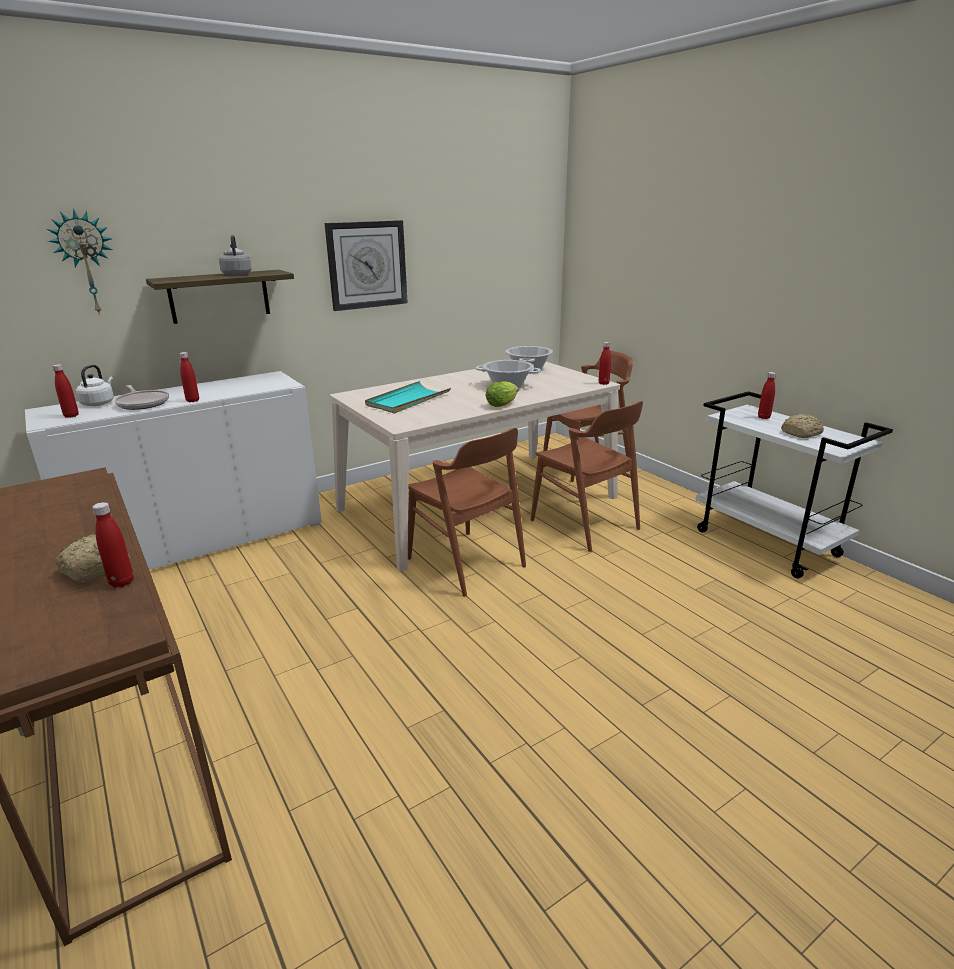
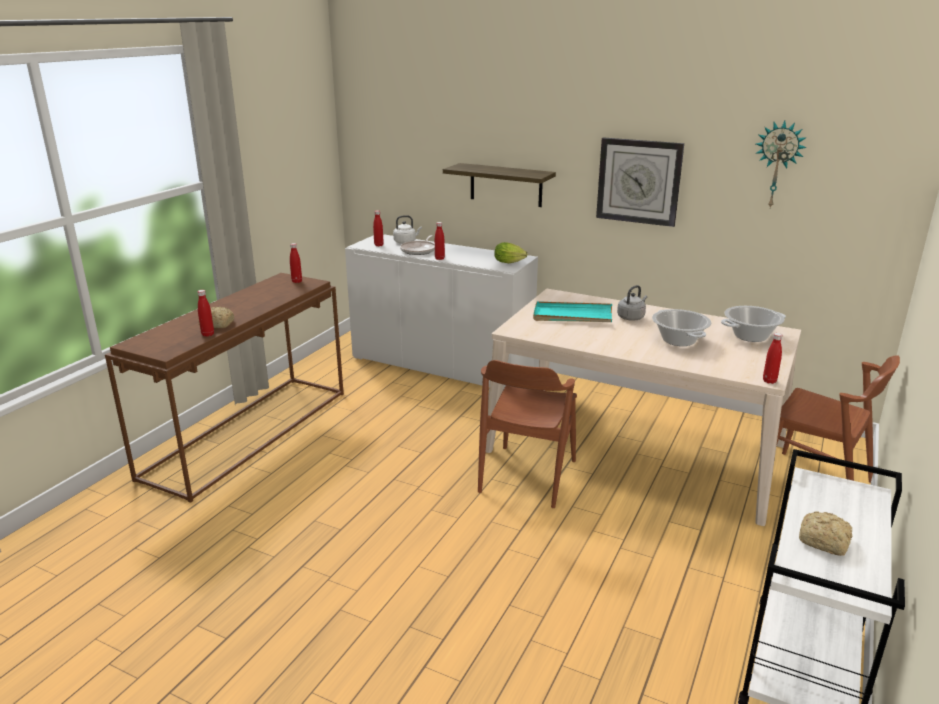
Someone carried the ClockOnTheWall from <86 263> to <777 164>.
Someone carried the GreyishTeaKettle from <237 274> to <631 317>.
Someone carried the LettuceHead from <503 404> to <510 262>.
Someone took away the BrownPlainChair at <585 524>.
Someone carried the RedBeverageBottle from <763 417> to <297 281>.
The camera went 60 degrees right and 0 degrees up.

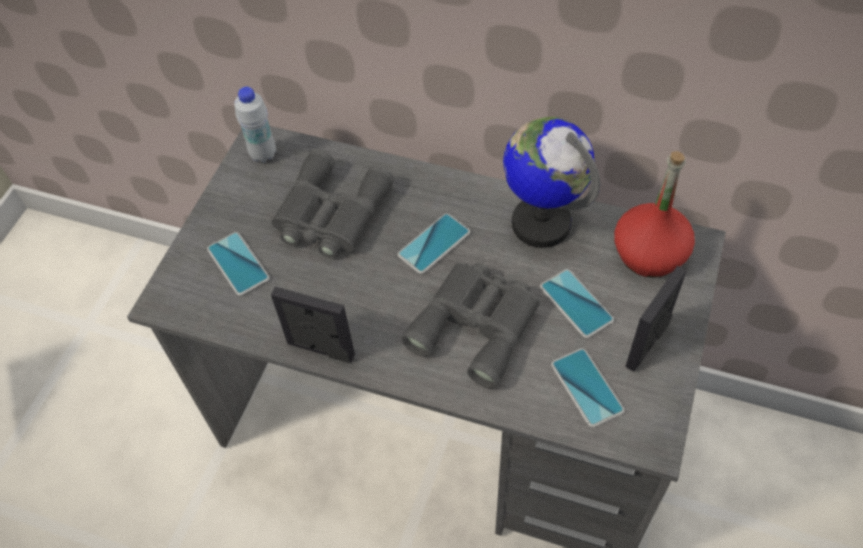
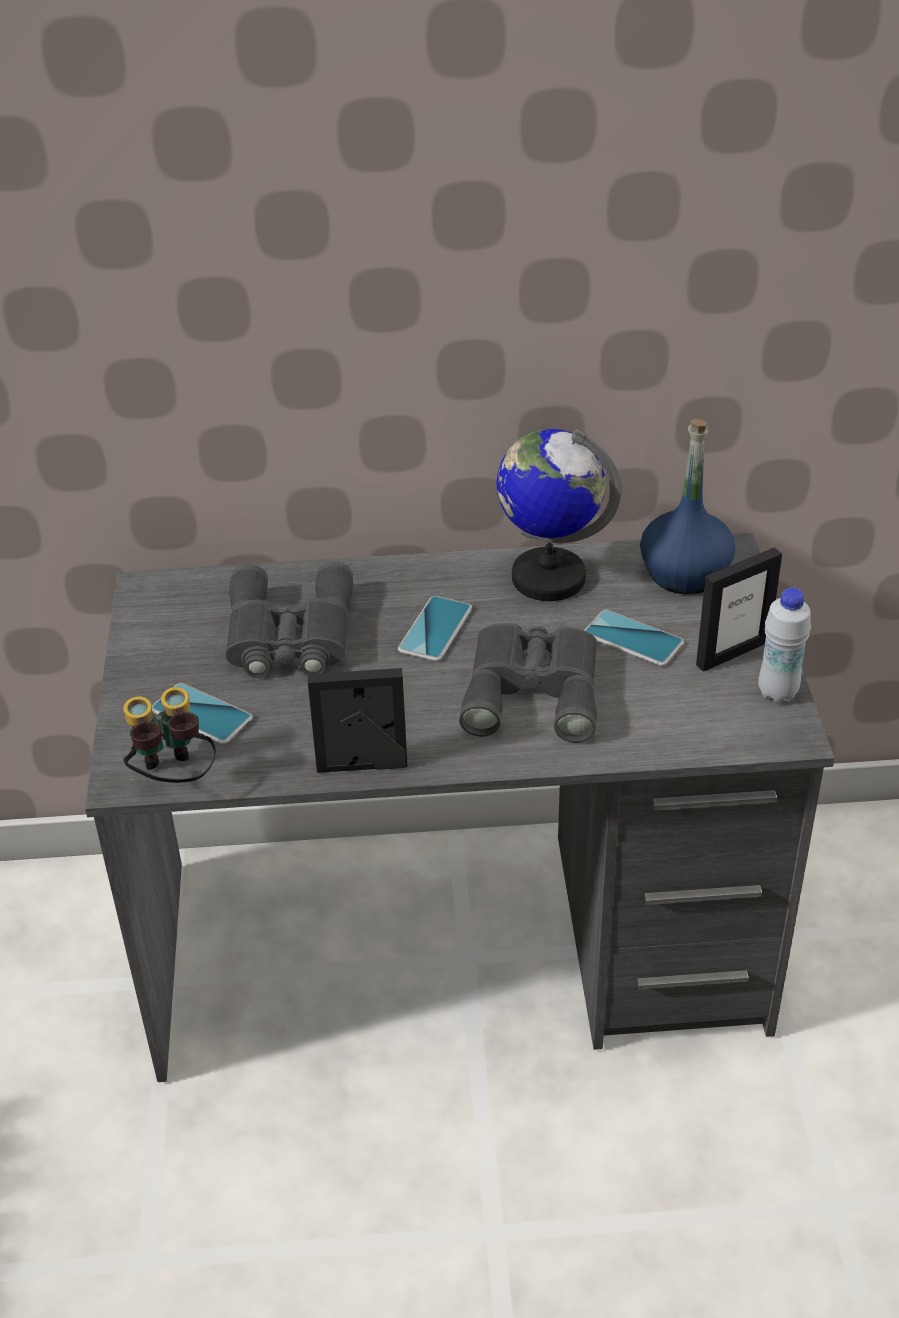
Someone carried the WhiteBeverageBottle from <263 154> to <777 693>.
Someone took away the Phone at <586 387>.
Someone repainted the RedBeverageBottle at <649 254>, which became the BlueColouredBeverageBottle at <685 573>.
Someone rotated the PhotoFrame at <647 344> by 135 degrees counterclockwise.
Someone put down the FieldGlasses at <173 779>.
The camera went 25 degrees left and 15 degrees down.

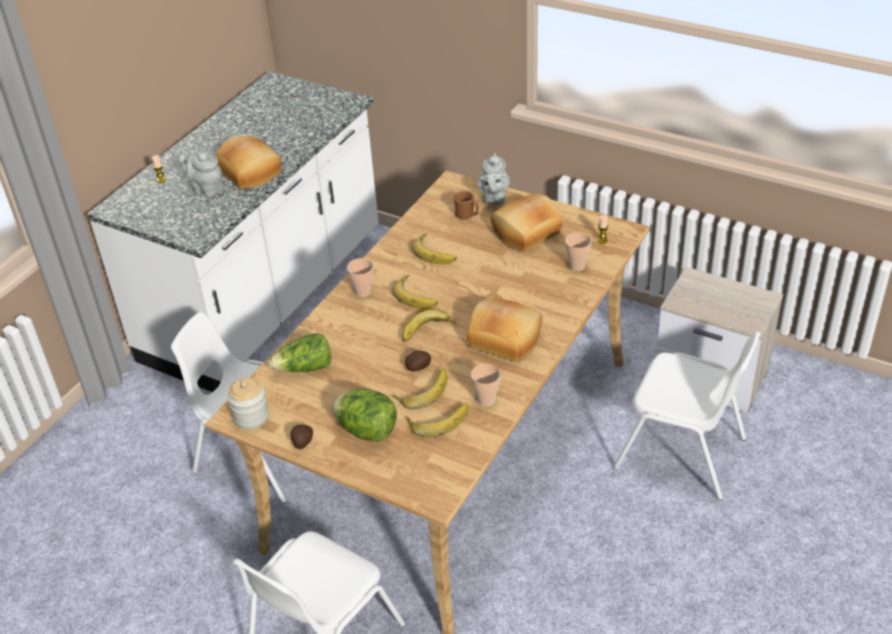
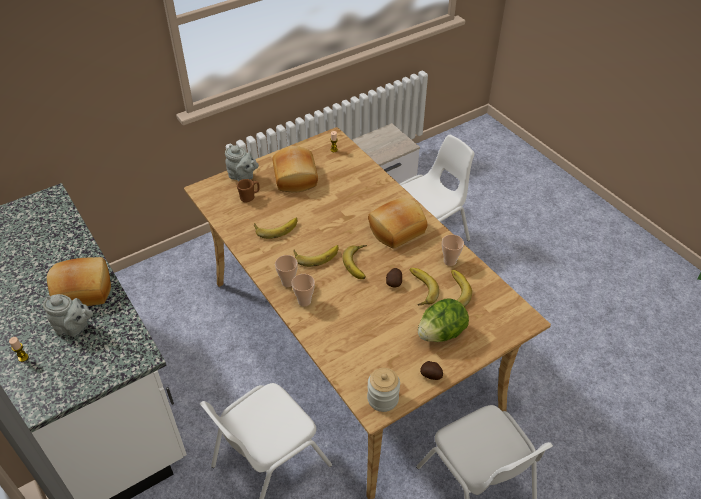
Someone rotated the GreyishTeaPot at <206 189> by 135 degrees counterclockwise.
Someone took away the LettuceHead at <305 368>.
Someone carried the Cup from <577 266> to <304 301>.
The camera went 65 degrees left and 5 degrees up.

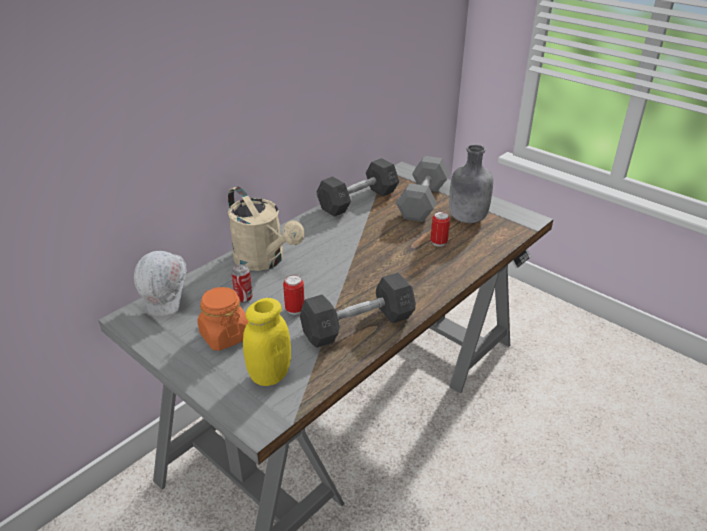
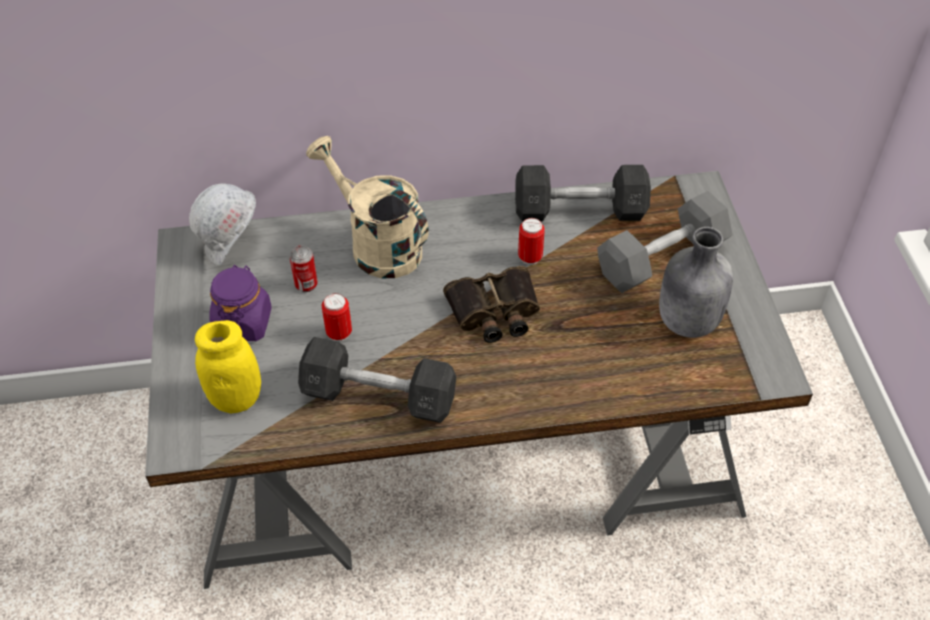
Someone repainted the OrangeColouredJar at <225 335>, which became the PurpleJar at <243 323>.
Someone rotated the BeigeWateringCan at <264 261> by 135 degrees clockwise.
Someone carried the Can from <438 242> to <530 257>.
Someone put down the FieldGlasses at <494 312>.
The camera went 40 degrees right and 15 degrees up.

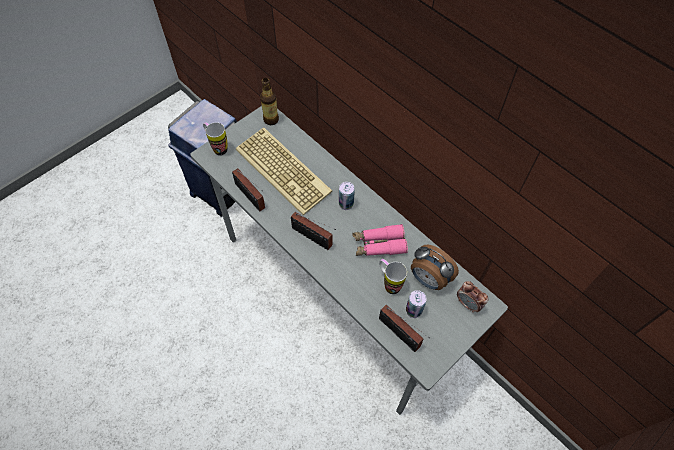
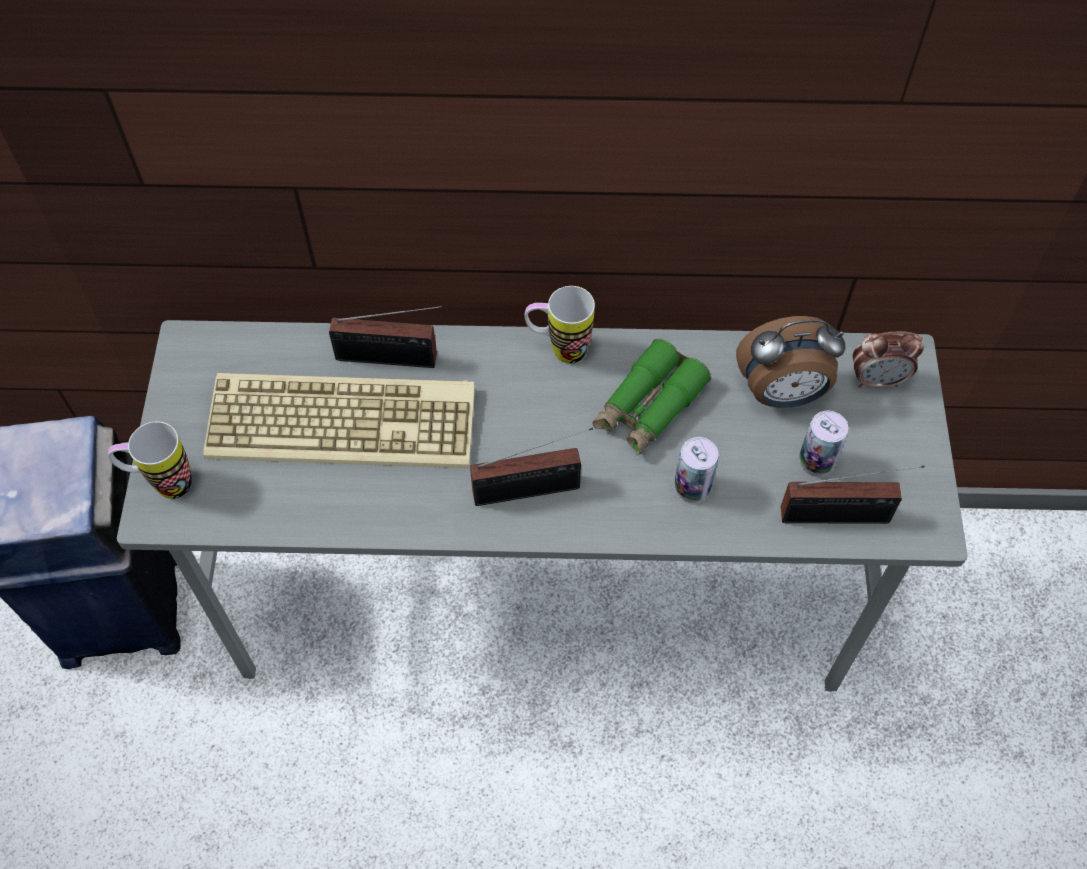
Someone carried the RadioSet from <251 198> to <392 359>.
Someone took away the BeverageBottle at <271 120>.
Someone carried the Can from <346 204> to <692 488>.
Someone repainted the PinkishFieldGlasses at <378 244>, which became the GreenishFieldGlasses at <648 407>.
Someone carried the CoffeeMug from <389 283> to <558 349>.
The camera went 45 degrees left and 0 degrees up.

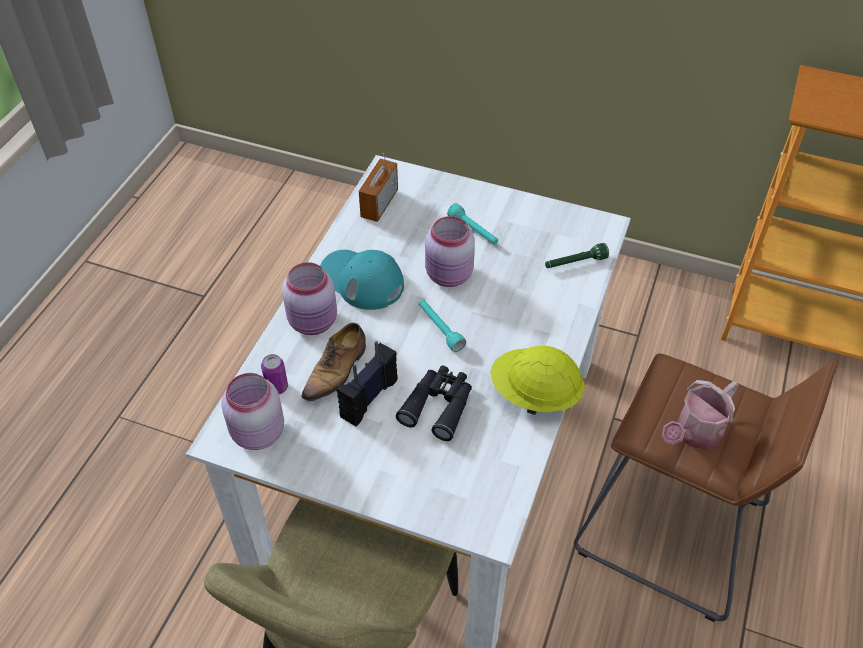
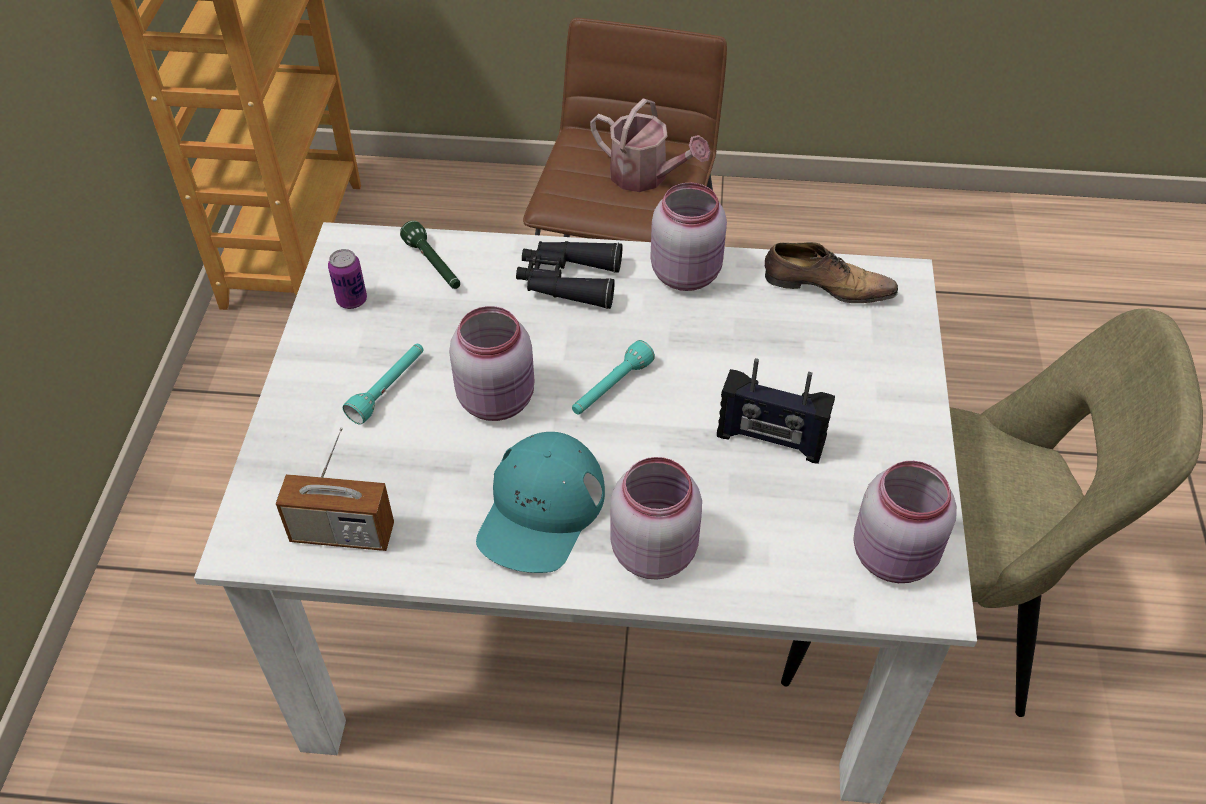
Someone carried the Can from <277 387> to <352 300>.
Someone carried the ItemOfFootwear from <336 370> to <825 286>.
Someone carried the BlackColouredFieldGlasses from <438 405> to <568 281>.
Someone swapped the YellowSafetyHelmet at <535 394> for the PinkishJar at <687 273>.
The camera went 105 degrees left and 0 degrees up.

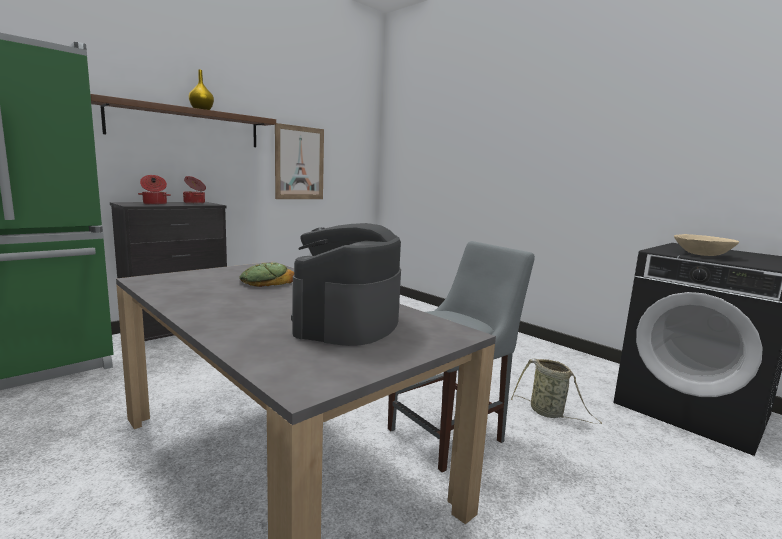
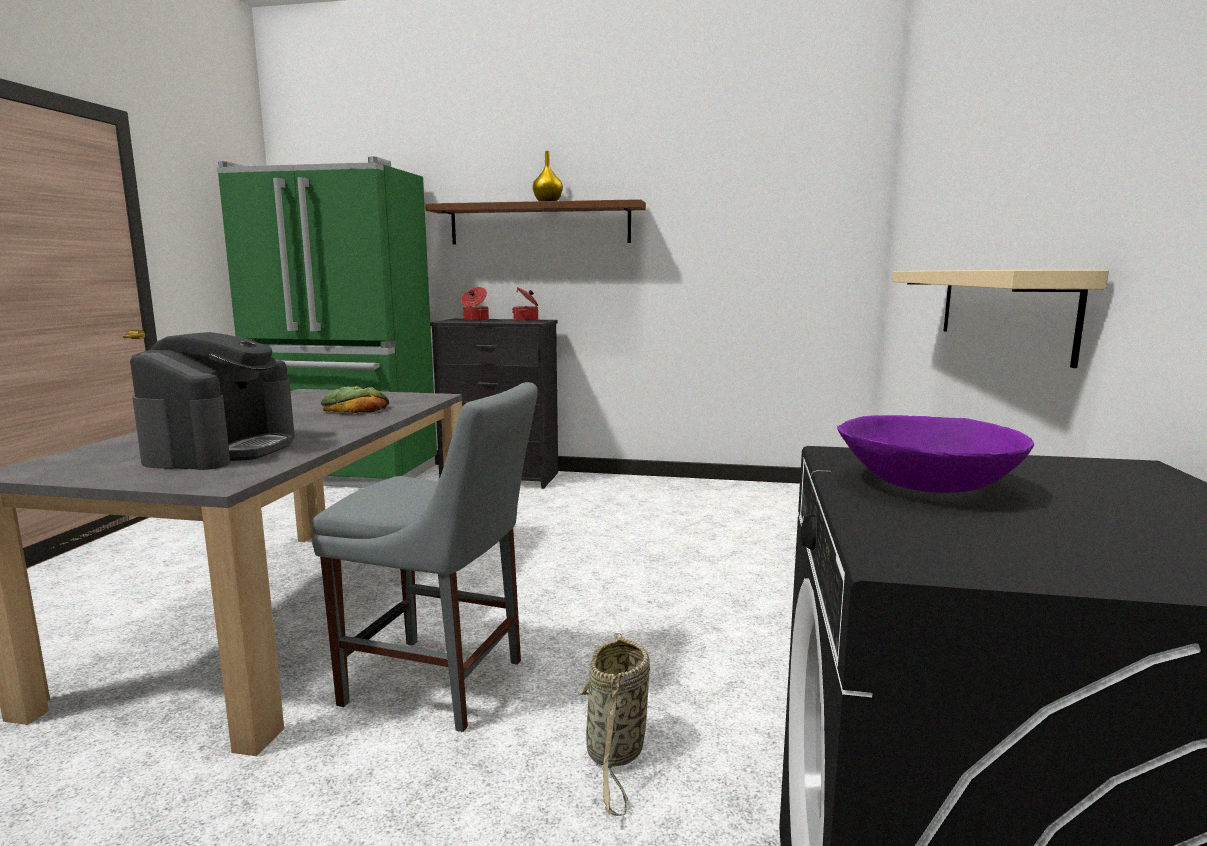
Someone took away the WallArt at <299 163>.
Someone rotated the CoffeeMaker at <347 322> by 120 degrees clockwise.
Someone repainted the BeigeServingBowl at <702 255>, which became the PurpleServingBowl at <924 485>.
Someone put up the BeigeBracketShelf at <999 308>.
The camera went 55 degrees right and 0 degrees up.

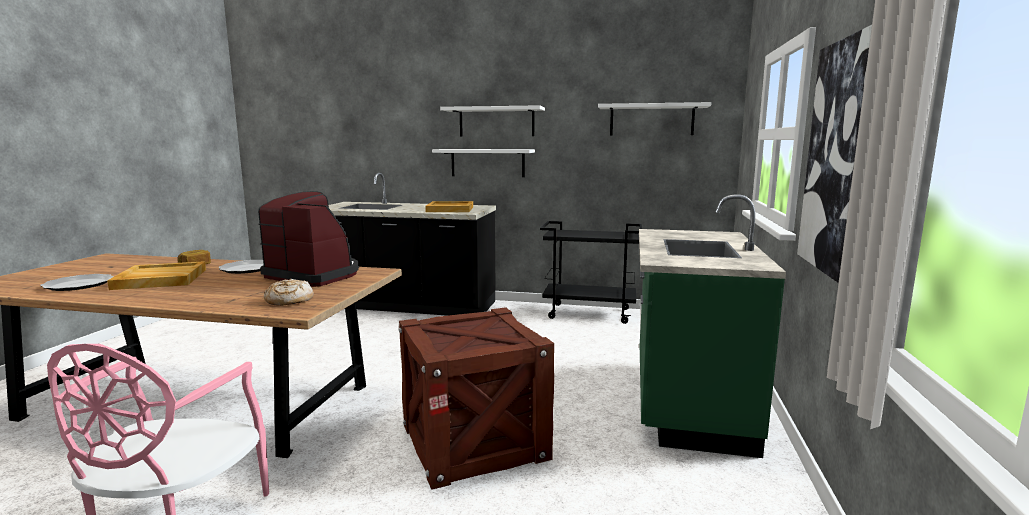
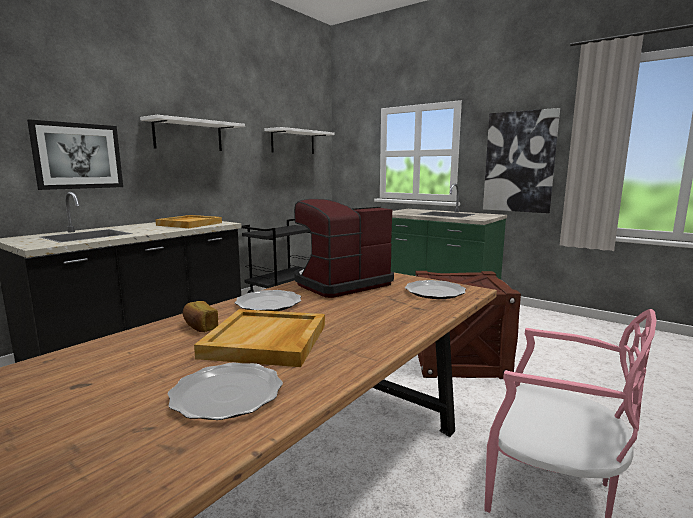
Someone swapped the BakedBread at <289 300> for the FlatDish at <434 292>.
Someone took away the WhiteBracketShelf at <487 162>.
Someone put up the WallArt at <78 156>.
The camera went 65 degrees left and 0 degrees up.

